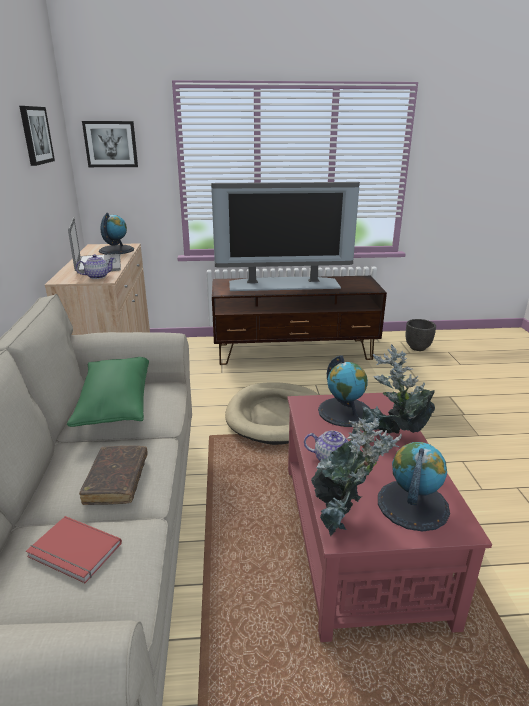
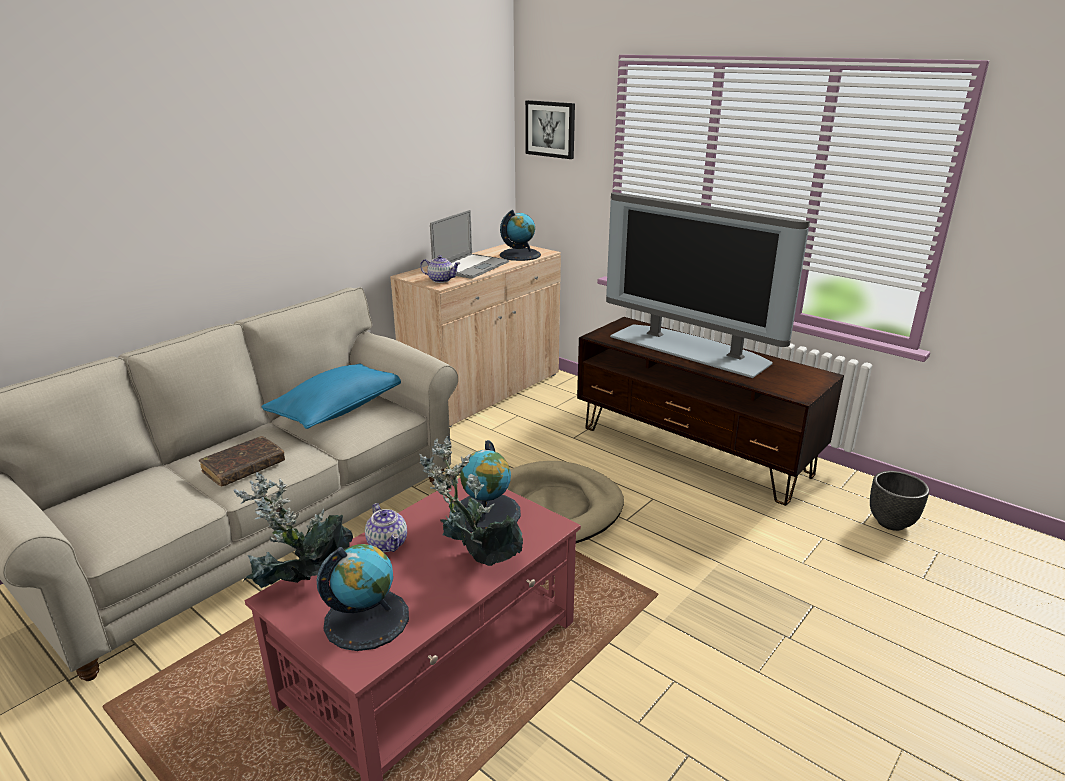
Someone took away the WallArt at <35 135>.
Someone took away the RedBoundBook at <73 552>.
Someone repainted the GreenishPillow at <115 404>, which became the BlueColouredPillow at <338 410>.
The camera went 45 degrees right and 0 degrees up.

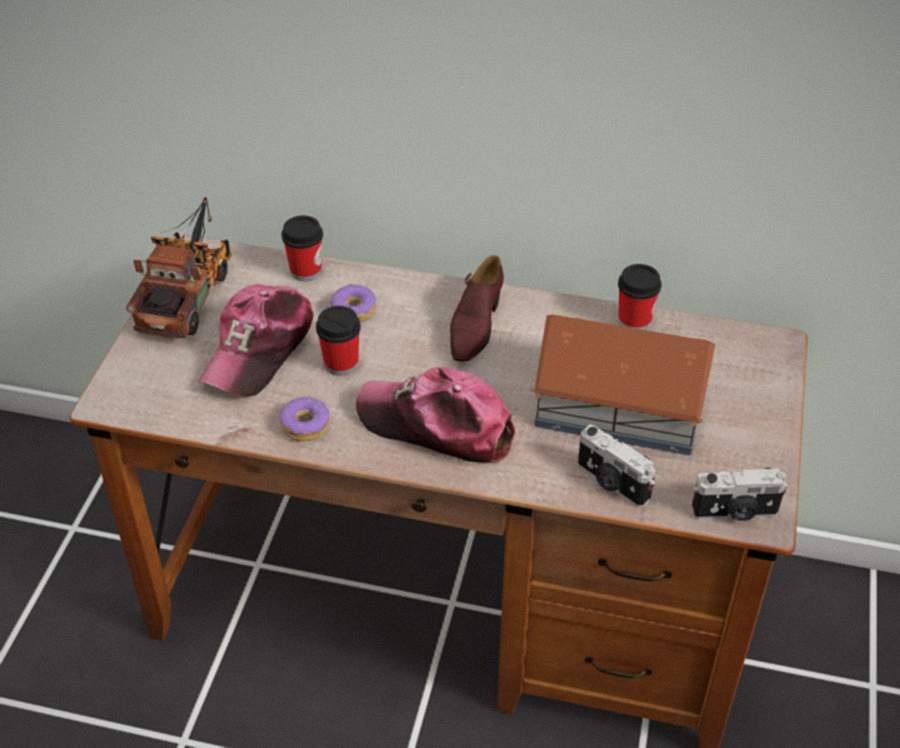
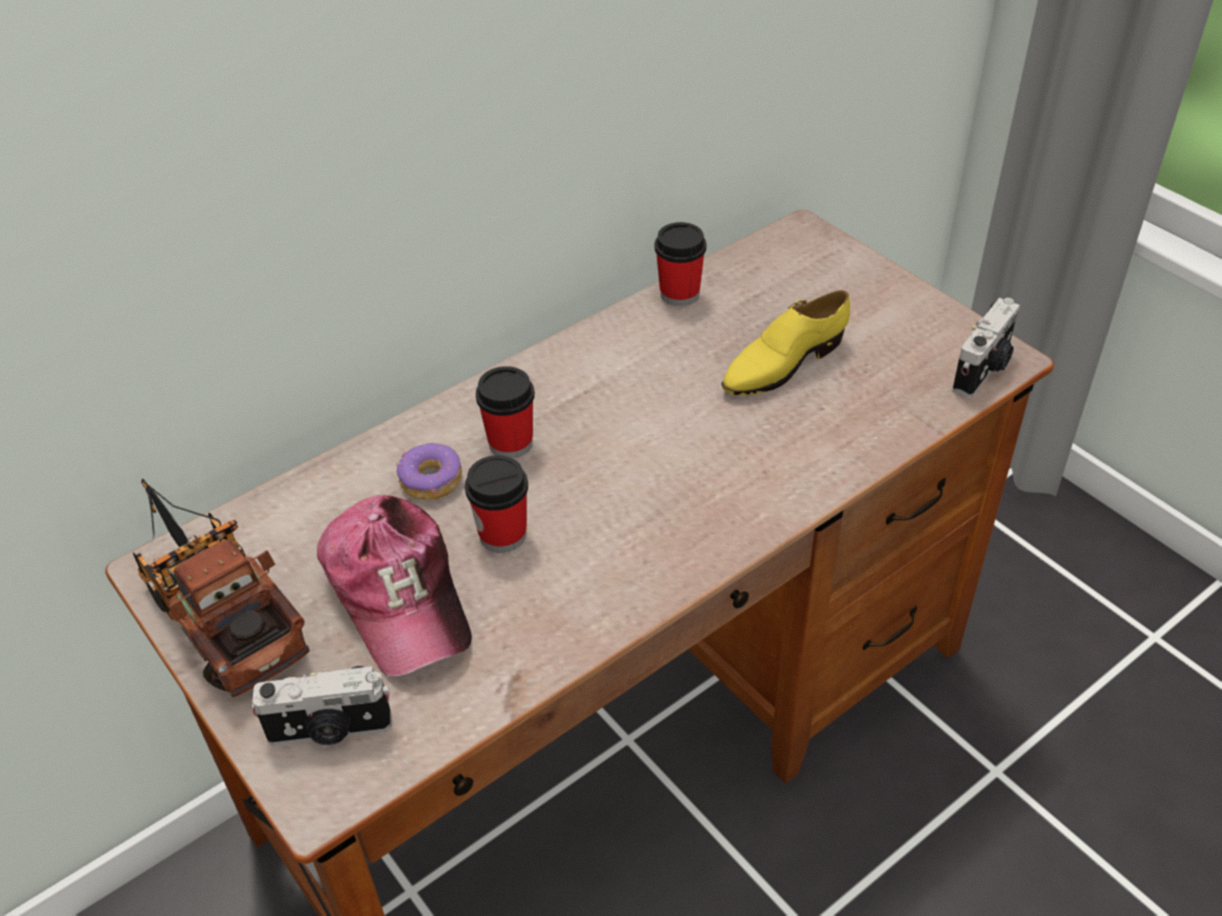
Someone took away the Donut at <305 425>.
Someone carried the Cup from <306 271> to <510 443>.
Someone took away the Cap at <437 425>.
Someone took away the BrownItemOfFootwear at <475 325>.
Someone swapped the ToyHouse at <621 406> for the YellowItemOfFootwear at <783 364>.
Someone carried the PhotoCamera from <611 483> to <330 731>.
The camera went 50 degrees left and 0 degrees up.

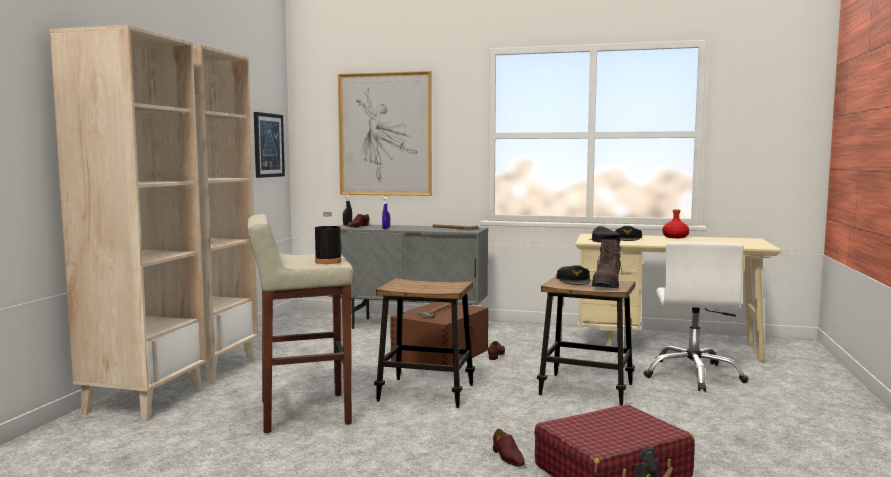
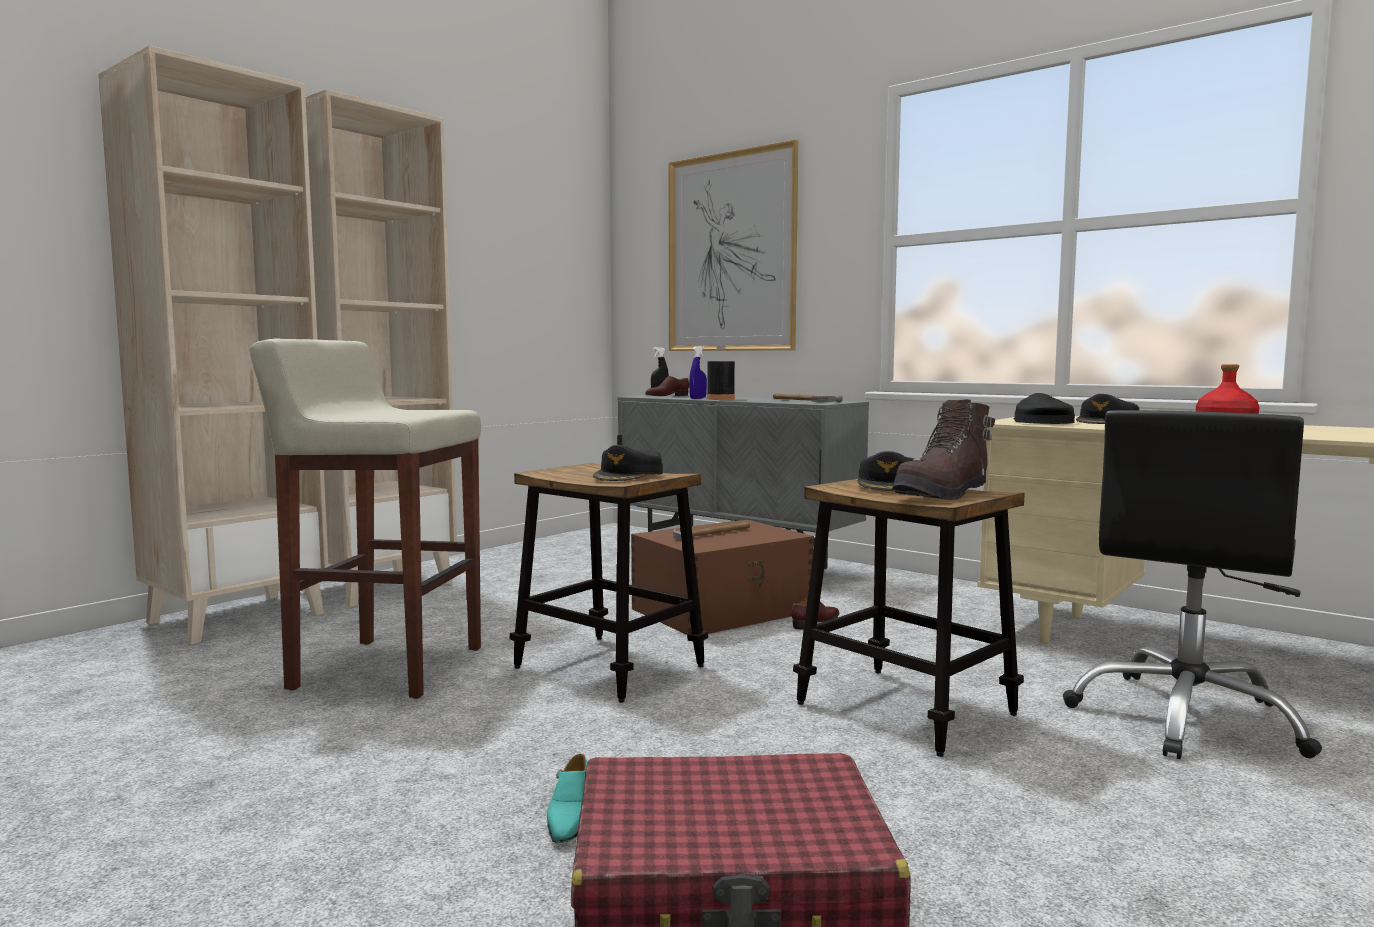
Someone took away the WallArt at <268 145>.
Someone carried the BlackColouredBeverageBottle from <328 262> to <720 399>.
Someone repainted the BrownItemOfFootwear at <507 457>, which became the BlueGreenItemOfFootwear at <568 818>.
Someone repainted the WhiteComputerChair at <693 375>, which became the BlackColouredComputerChair at <1187 718>.
Someone put down the BlackColouredCap at <629 475>.
The camera went 25 degrees right and 0 degrees up.

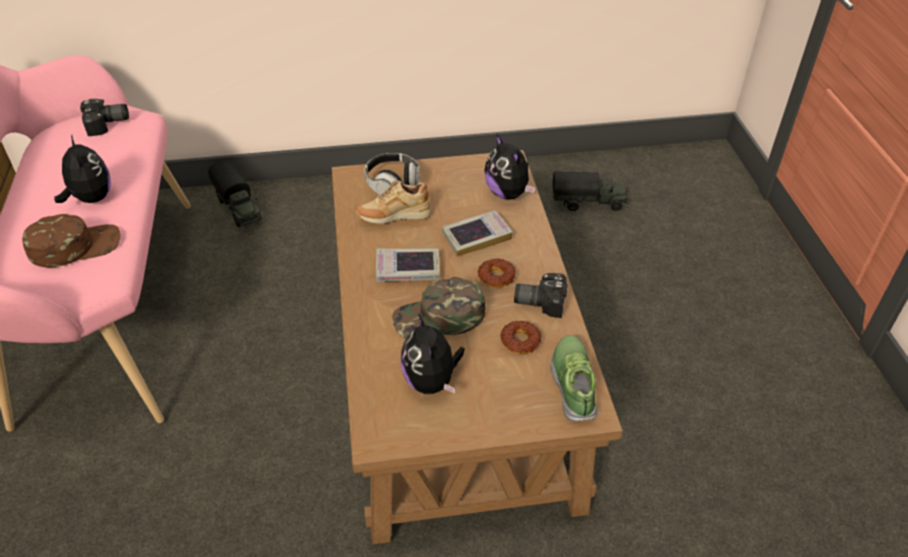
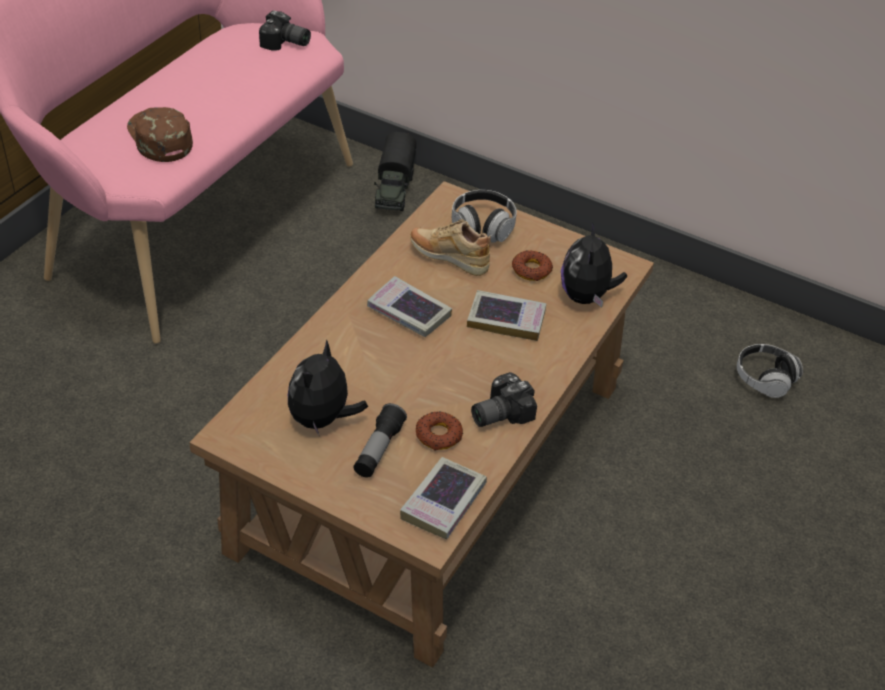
Someone rotated the BrownCap at <75 246> by 135 degrees counterclockwise.
Someone took away the CuddlyToy at <91 198>.
Someone took away the GreenishCap at <439 318>.
Someone carried the Donut from <496 276> to <531 270>.
Someone rotated the PhotoCamera at <540 301> by 75 degrees counterclockwise.
Someone swapped the ItemOfFootwear at <574 384> for the BoundBook at <443 502>.
Someone swapped the ModelTruck at <588 202> for the Headphones at <764 379>.
Someone put down the HandTorch at <378 449>.
The camera went 35 degrees right and 0 degrees up.

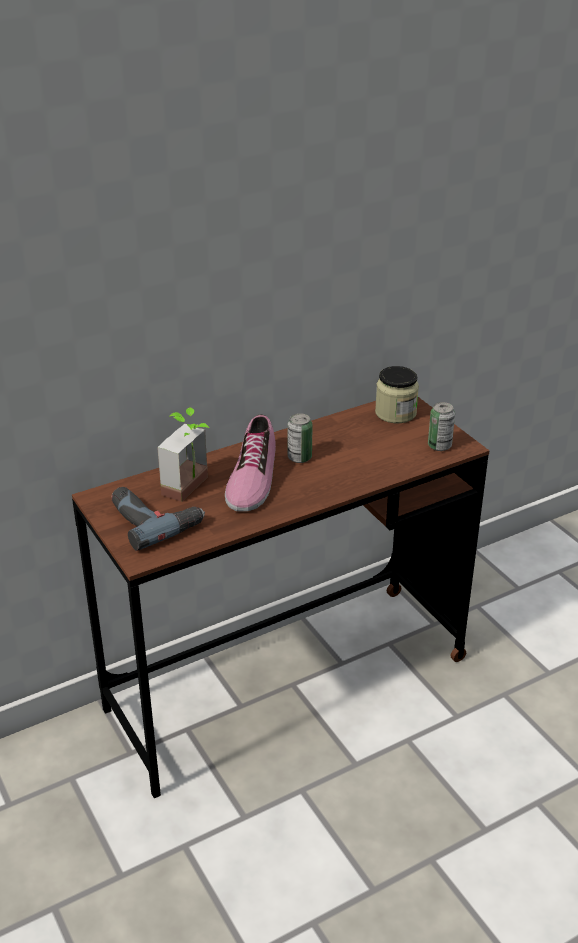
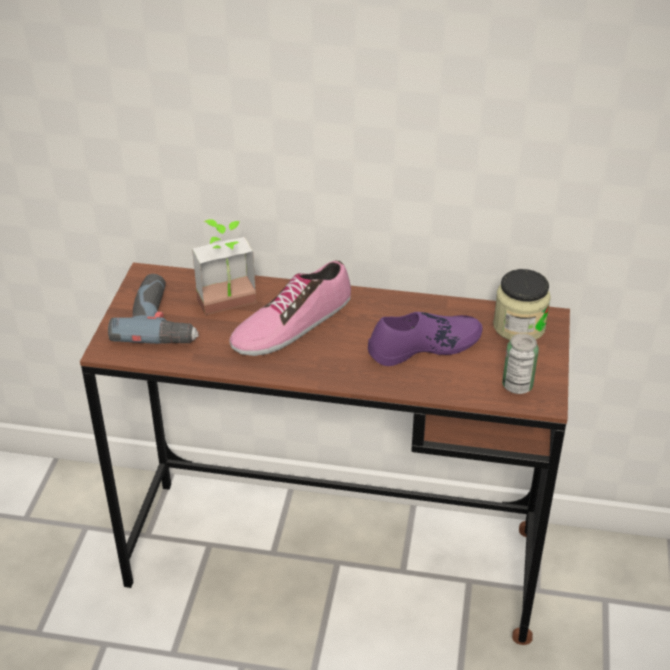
Someone took away the Can at <299 458>.
Someone put down the PurpleItemOfFootwear at <424 346>.
The camera went 40 degrees right and 5 degrees up.

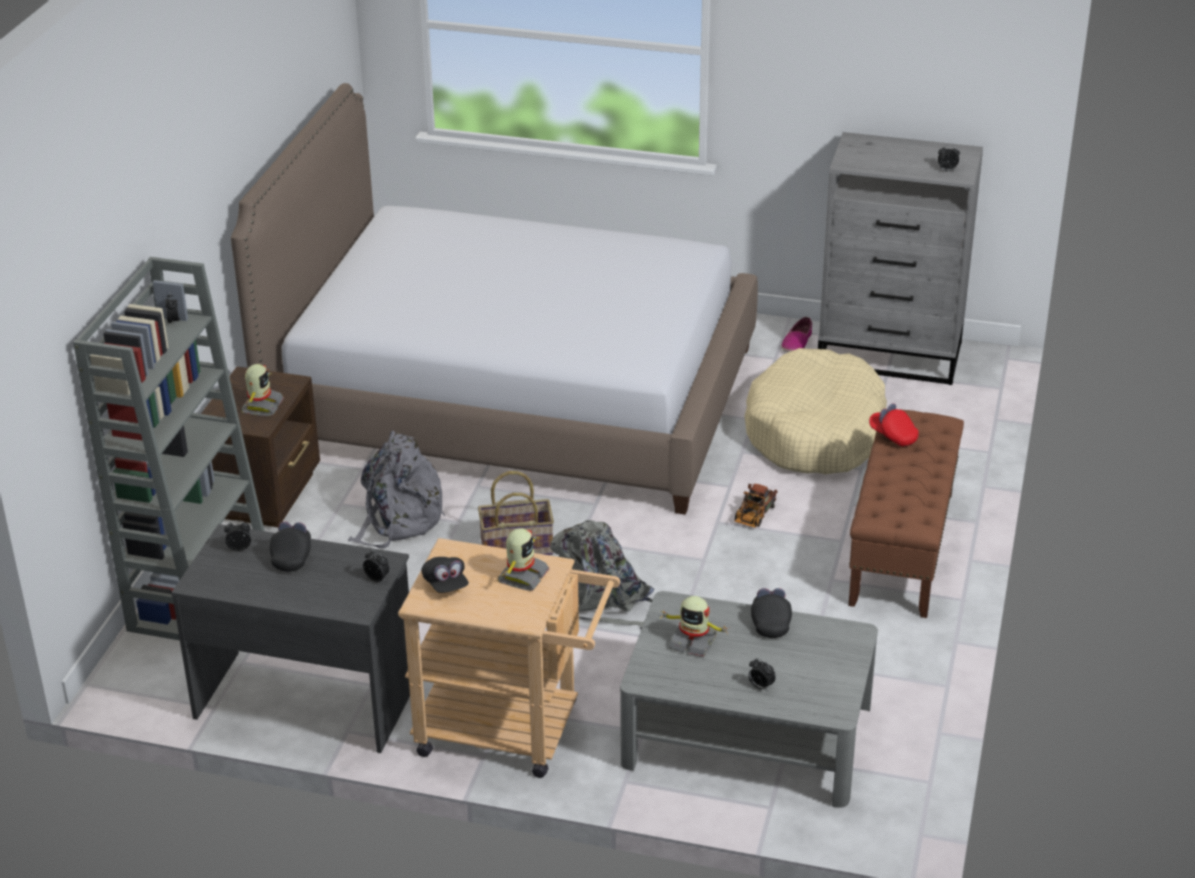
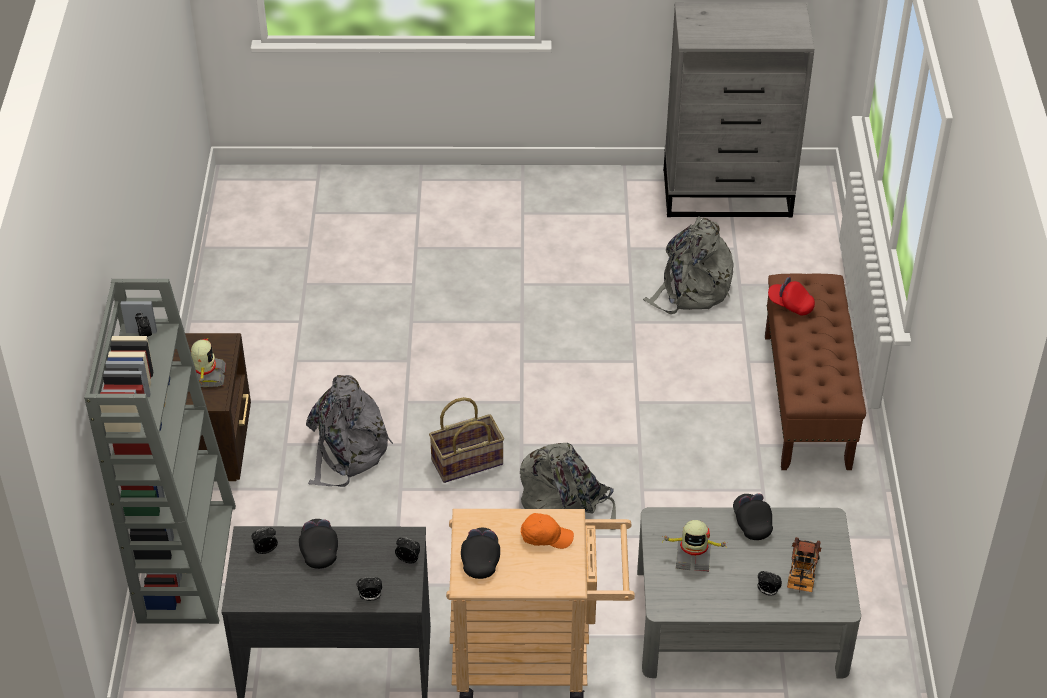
Someone took away the BedroomBed at <513 398>.
Someone rotated the BlackColouredCap at <445 584> by 135 degrees counterclockwise.
Someone swapped the RobotFigure at <522 576> for the OrangeColouredCap at <546 536>.
Someone carried the ModelTruck from <753 516> to <801 575>.
Someone swapped the BeigeDogBed at <816 432> for the GreyishBackpack at <690 289>.
Someone took away the ItemOfFootwear at <797 343>.
Someone carried the TableClock from <947 170> to <370 598>.
The camera went 15 degrees left and 10 degrees up.

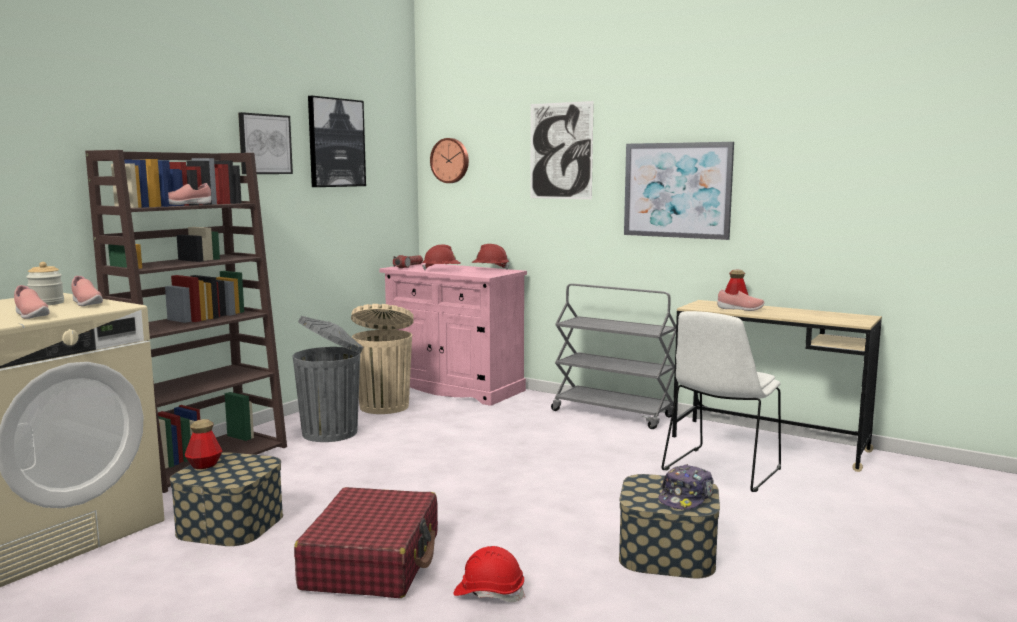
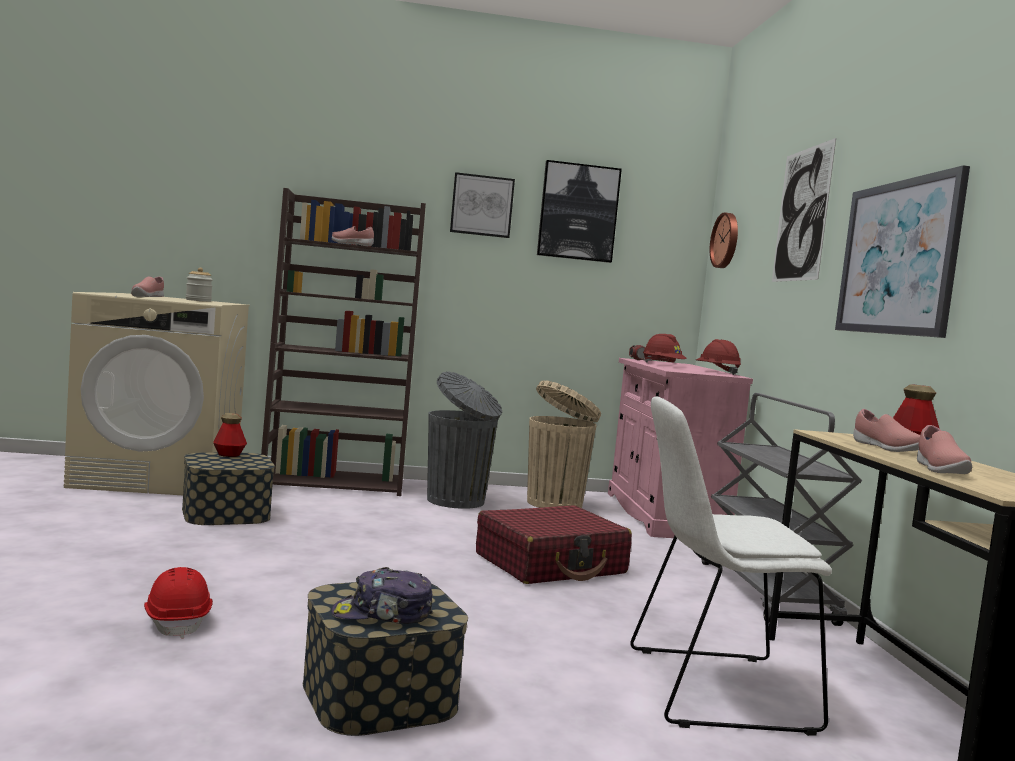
Someone carried the PinkishItemOfFootwear from <86 303> to <939 470>.
Someone carried the RedPieceOfLuggage from <373 561> to <551 564>.
The camera went 50 degrees right and 5 degrees down.

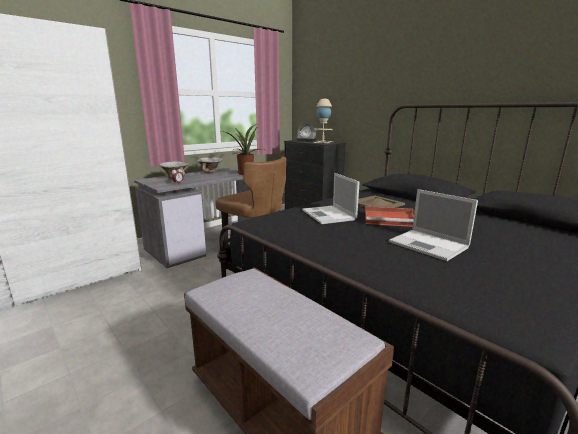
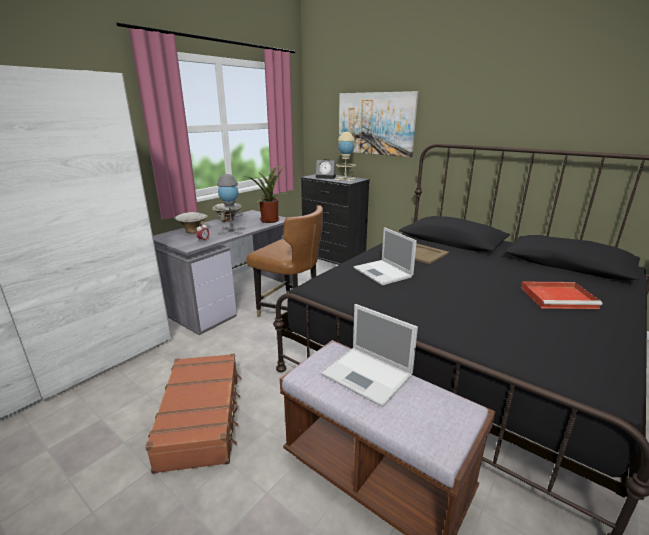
Someone carried the RedTray from <391 219> to <559 297>.
Someone carried the NotebookComputer from <429 245> to <368 375>.
Someone put down the BrownPieceOfLuggage at <202 417>.
Someone put down the GreyishLampForATable at <232 231>.
Someone put up the WallArt at <375 124>.
The camera went 10 degrees left and 5 degrees up.

